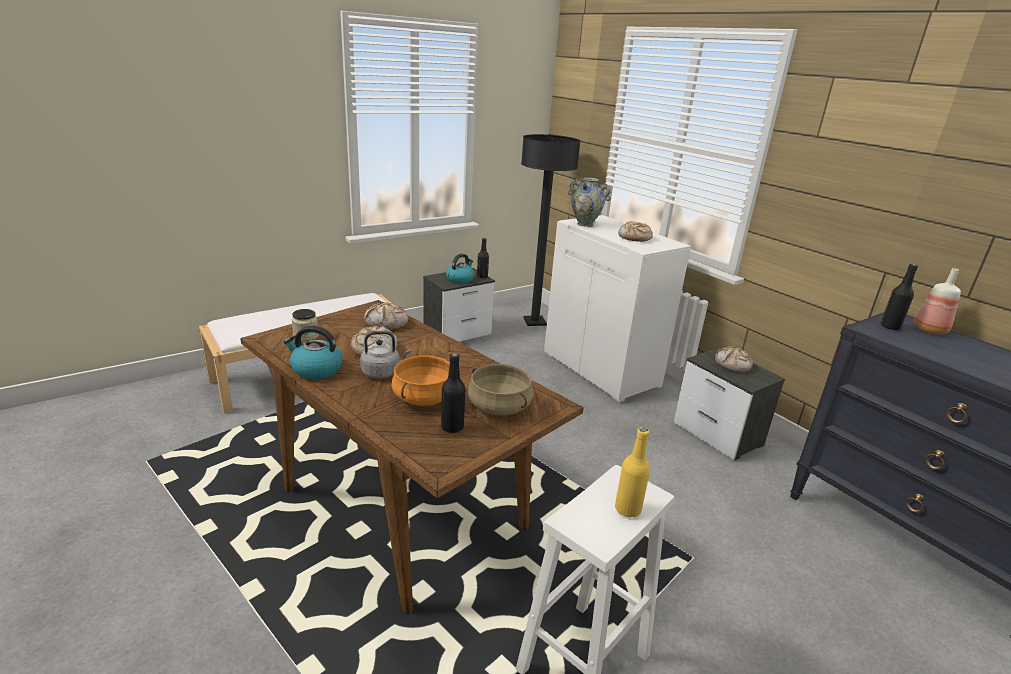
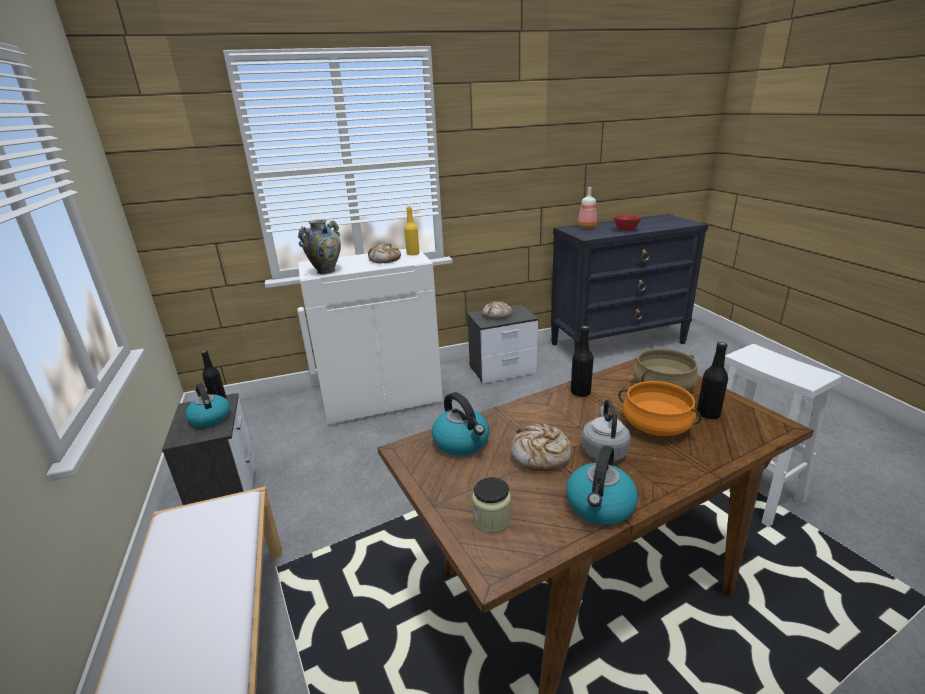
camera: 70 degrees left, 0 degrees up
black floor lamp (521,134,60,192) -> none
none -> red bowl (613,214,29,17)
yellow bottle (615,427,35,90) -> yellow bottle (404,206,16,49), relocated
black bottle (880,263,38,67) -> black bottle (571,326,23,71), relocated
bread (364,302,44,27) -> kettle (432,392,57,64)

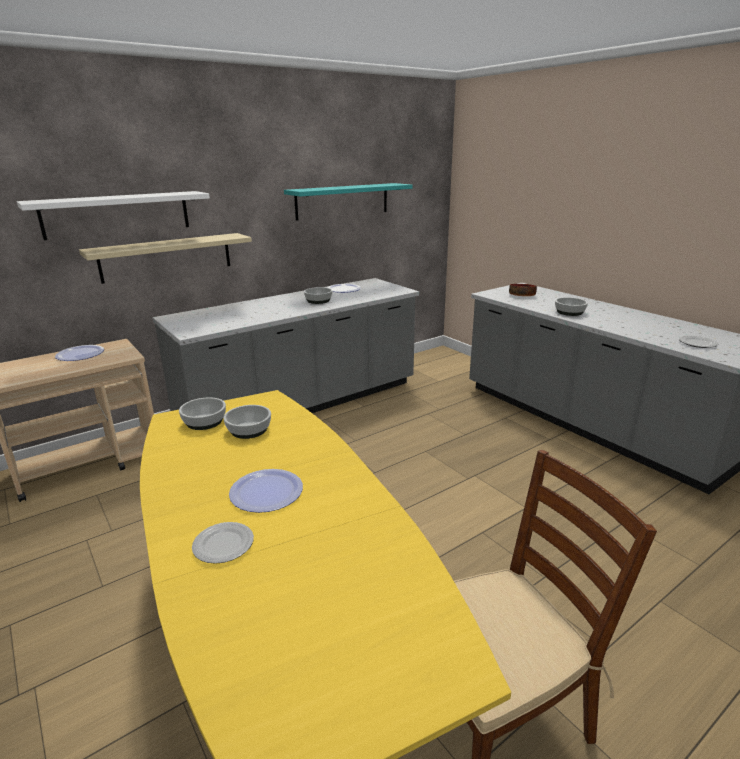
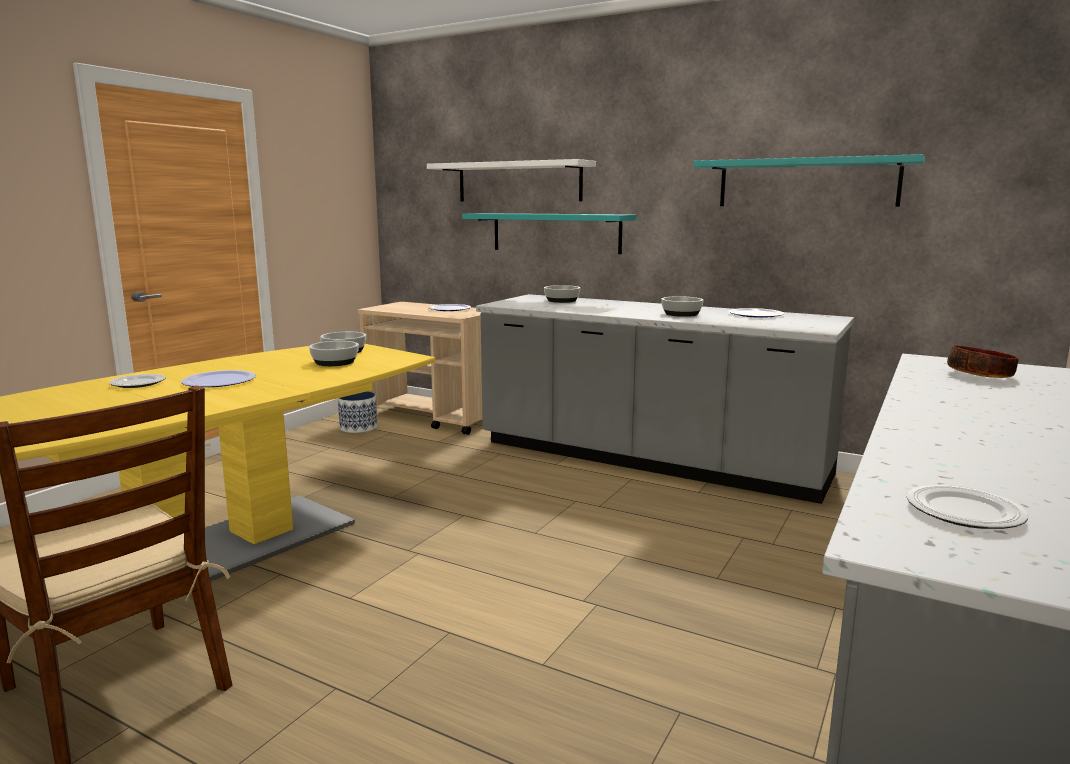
camera: 65 degrees right, 10 degrees down
none -> planter (338,391,39,42)
bowl (555,297,33,19) -> bowl (544,285,36,18), relocated
beige shelf (79,233,173,51) -> turquoise shelf (462,213,174,41)

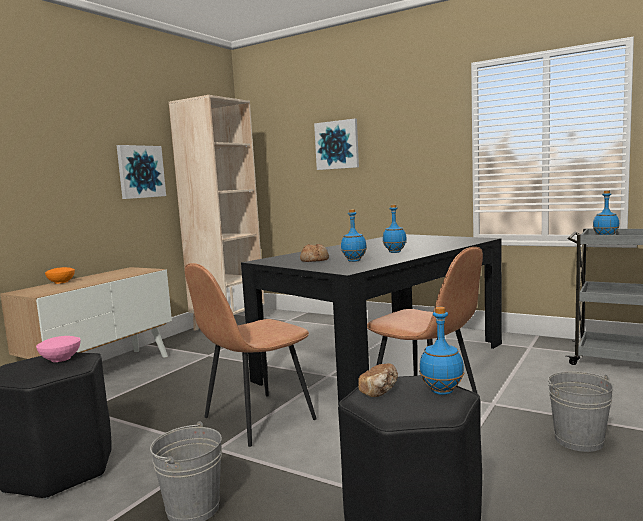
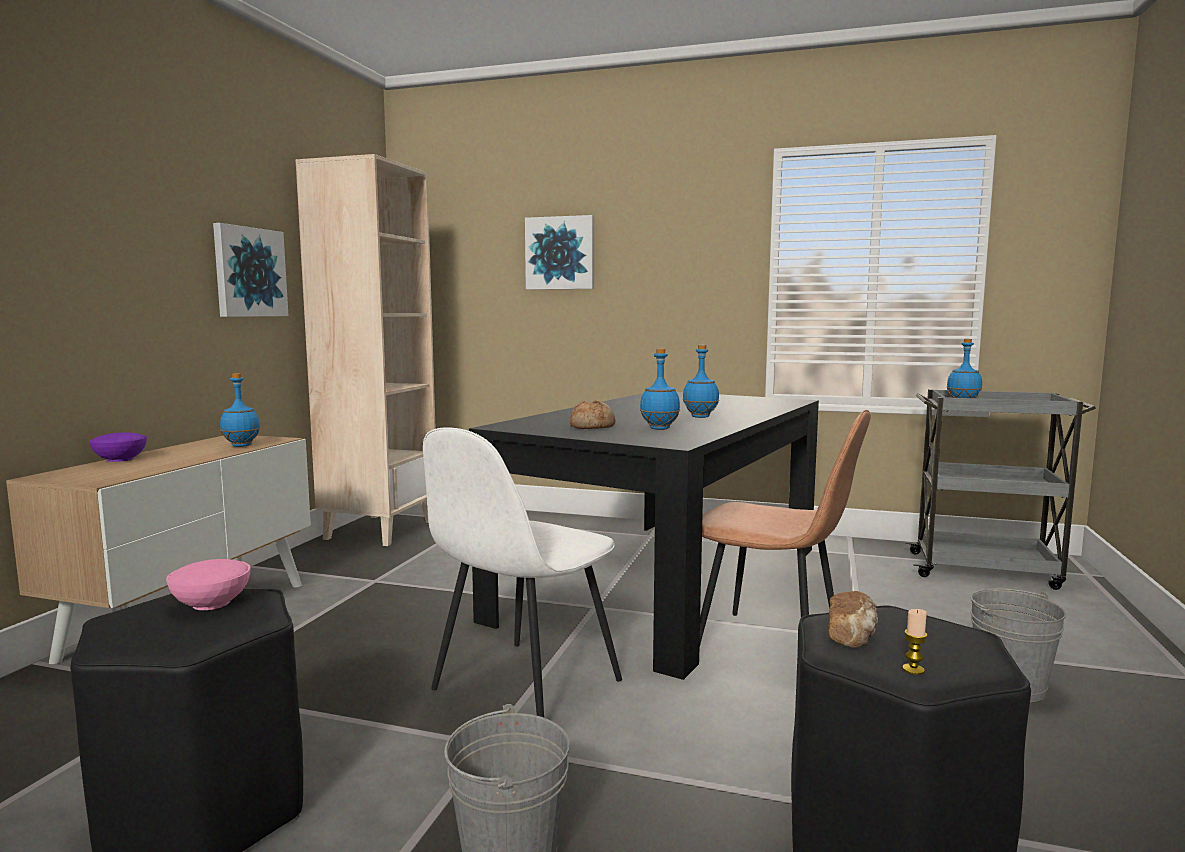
camera: 15 degrees left, 0 degrees up
none -> candle (902,609,26,66)
blue bottle (419,307,45,88) -> blue bottle (220,373,40,74), relocated
orange bowl (45,267,30,17) -> purple bowl (89,432,58,30)
brown chair (185,263,132,184) -> white chair (423,427,199,291)

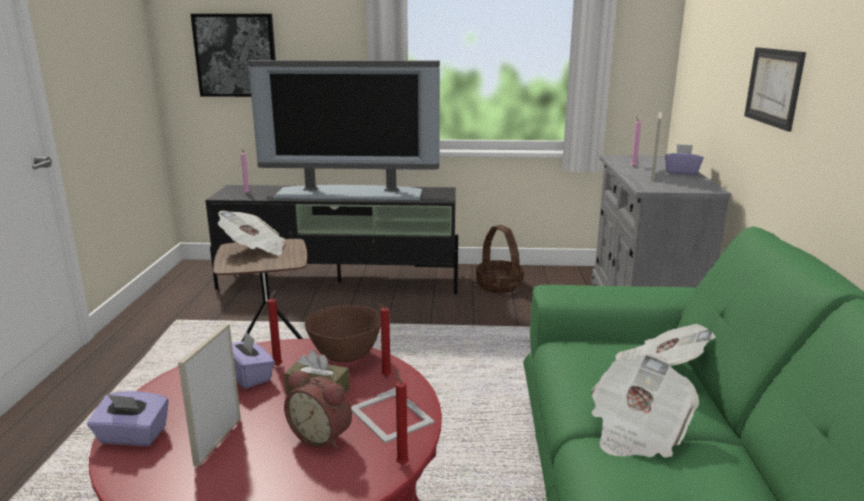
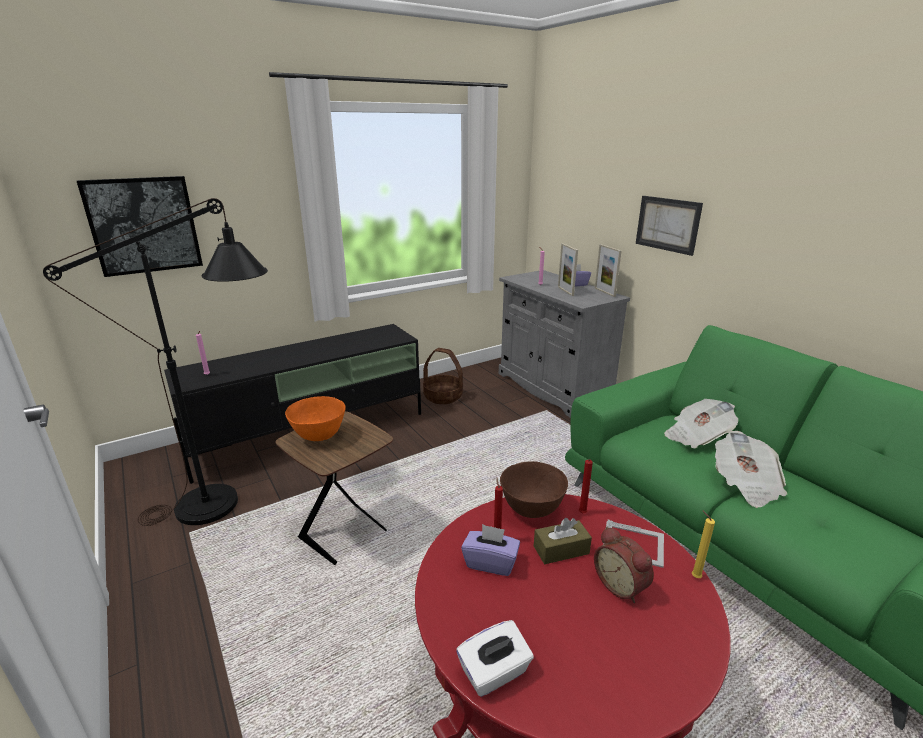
camera: 35 degrees left, 5 degrees up
television (248,60,192,140) -> none
none -> black floor lamp (43,198,225,328)
picture frame (178,323,63,144) -> picture frame (595,244,27,53), relocated
newspaper (218,211,67,44) -> orange bowl (285,396,61,45)
purple tissue box (87,391,82,55) -> white tissue box (456,620,78,77)
red candle (396,369,13,96) -> yellow candle (692,511,23,67)
alarm clock (284,370,68,79) -> alarm clock (594,526,60,77), 60 degrees clockwise

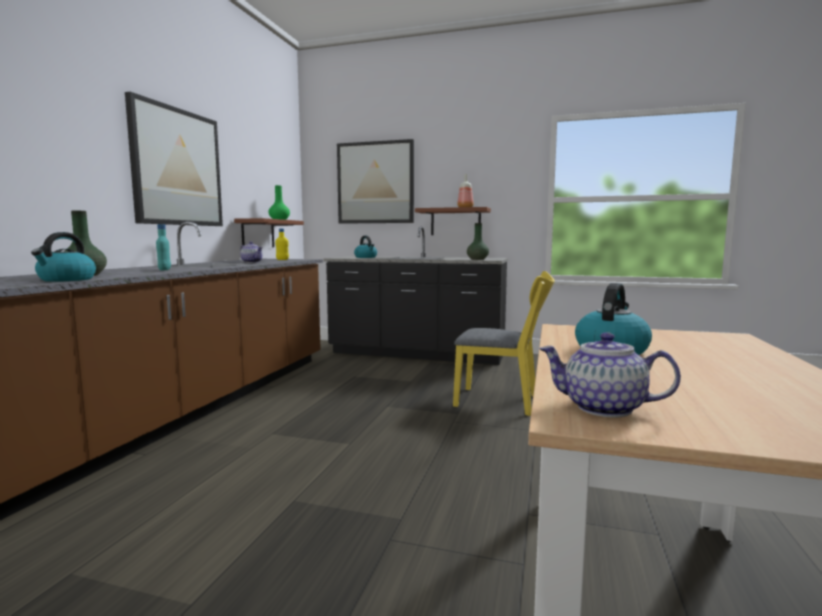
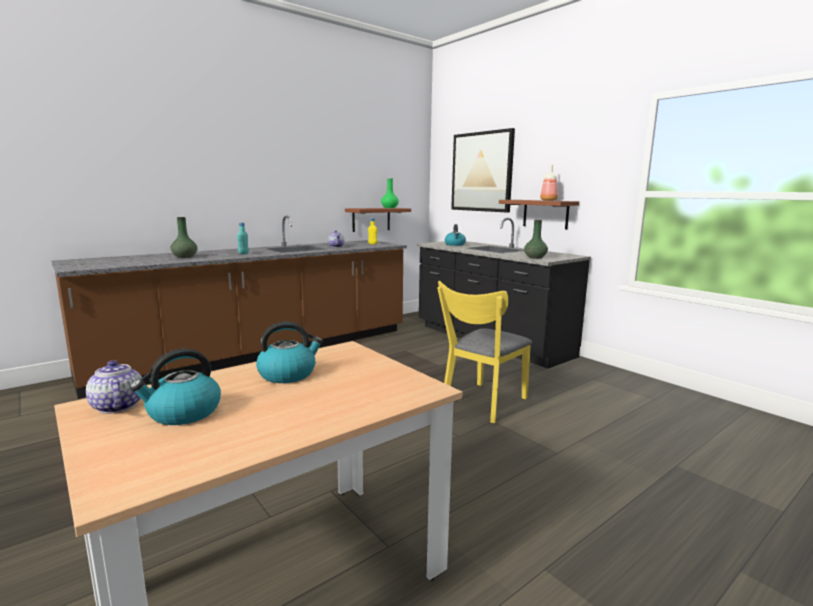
camera: 35 degrees right, 5 degrees up
picture (125,92,98,134) -> none
kettle (31,232,65,50) -> kettle (130,349,91,76), relocated
yellow chair (453,271,102,145) -> yellow chair (437,281,95,142), 75 degrees clockwise

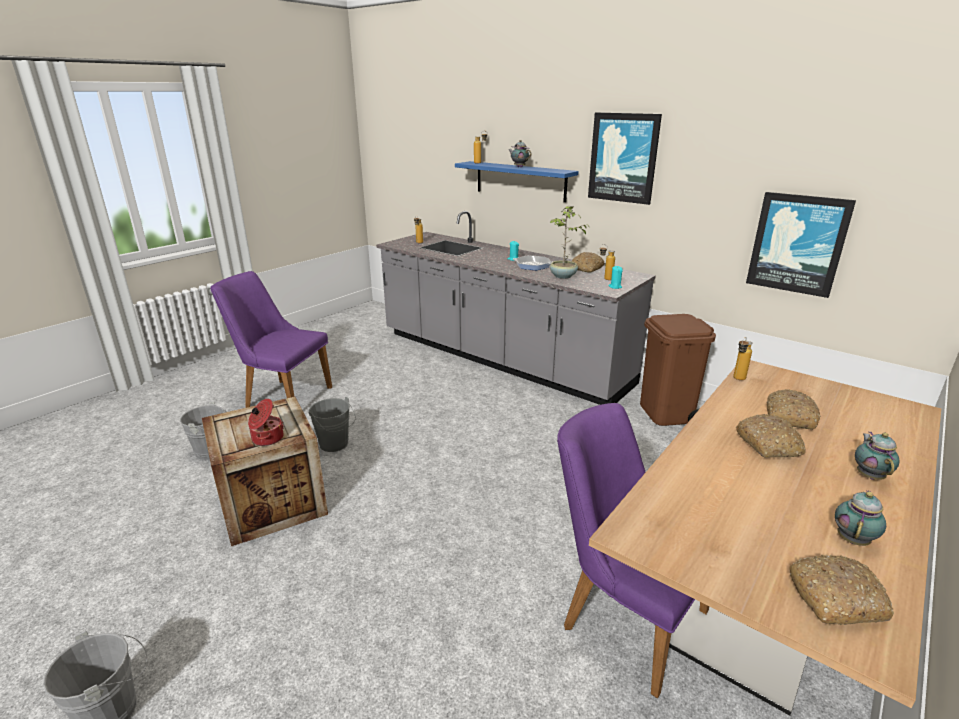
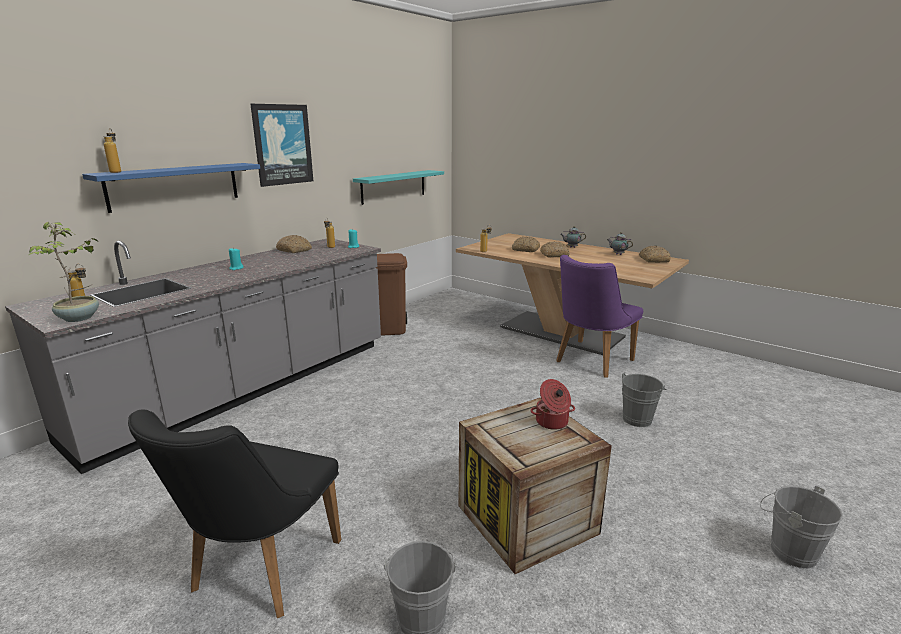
camera: 90 degrees left, 5 degrees down
teapot (509,140,22,28) -> none
frying pan (513,255,38,15) -> none
grey bucket (308,396,48,56) -> grey bucket (622,372,44,55), relocated
potted plant (550,205,40,74) -> potted plant (29,222,70,100), relocated
picture (746,192,110,106) -> turquoise shelf (353,170,91,35)
purple chair (210,271,122,137) -> black chair (128,409,213,209)

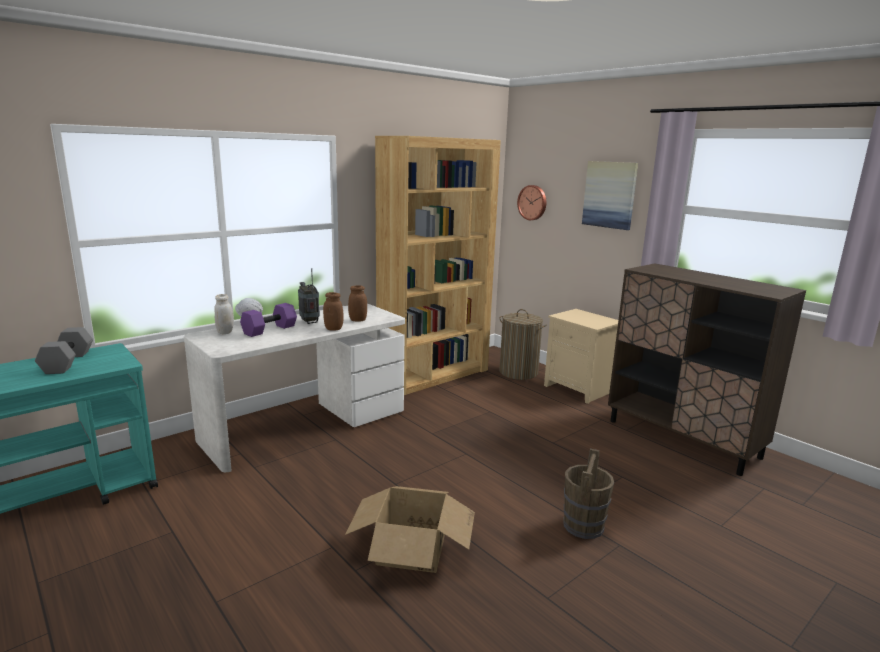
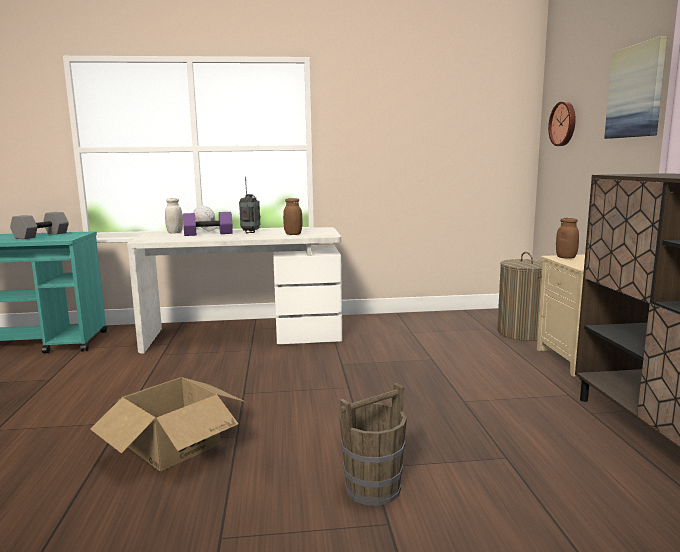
camera: 35 degrees right, 5 degrees down
brown bookcase (375,136,126,259) -> none
brown jar (323,292,20,39) -> brown jar (556,218,23,41), relocated

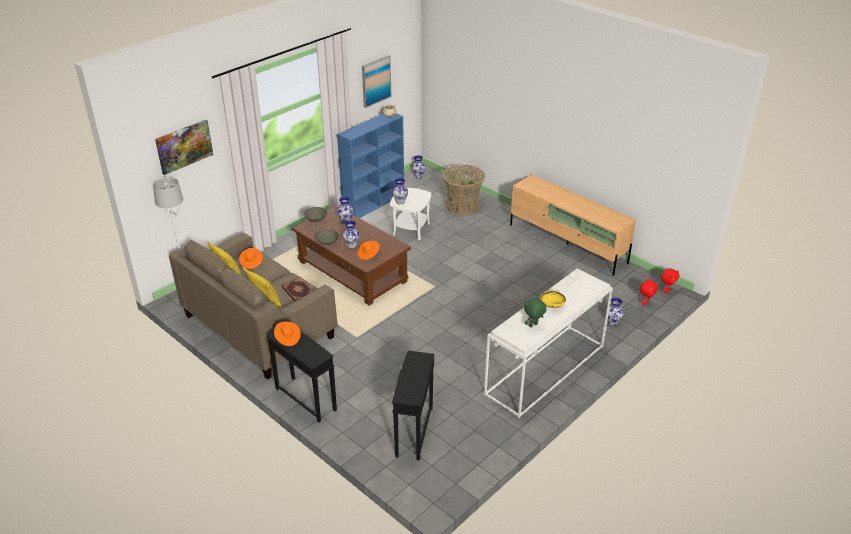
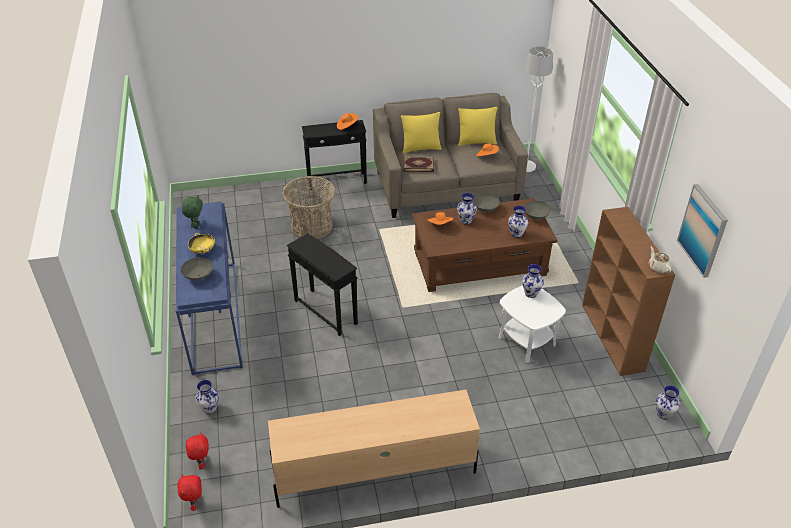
camera: 125 degrees right, 5 degrees up
picture (155,120,58,55) -> none
none -> grey bowl (181,257,32,24)
black side table (392,351,42,110) -> black side table (287,233,71,103), relocated
basket (442,165,43,50) -> basket (282,176,53,63), relocated
blue bookcase (337,113,67,105) -> brown bookcase (582,207,93,169)
white console table (484,268,129,150) -> blue console table (176,202,67,173)

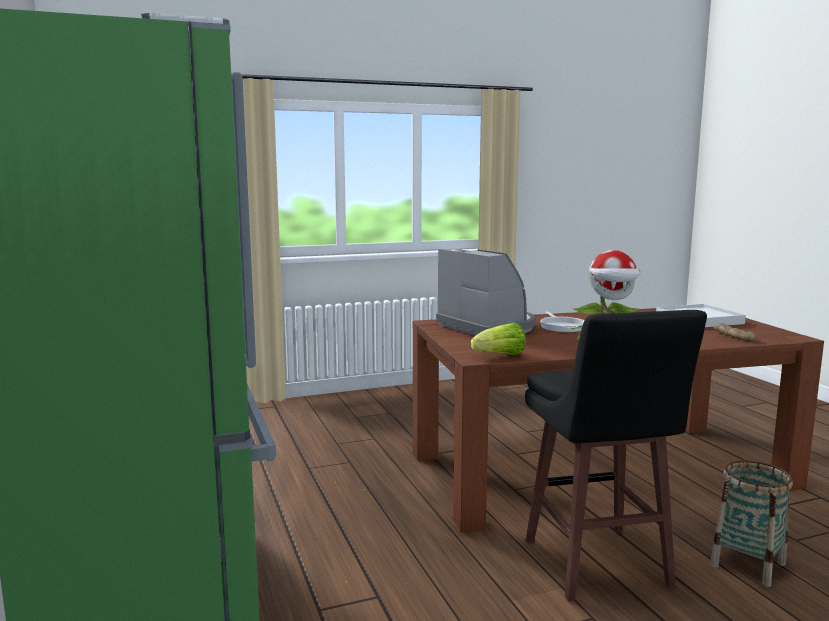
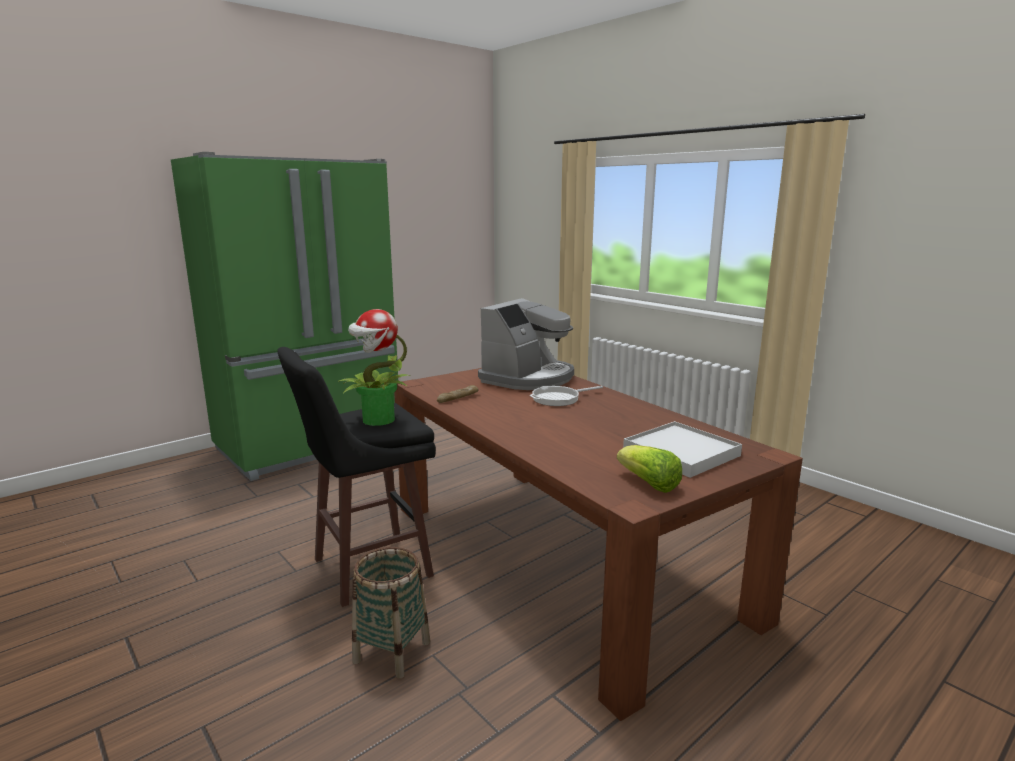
camera: 70 degrees right, 5 degrees up
lettuce (471,323,55,32) -> lettuce (617,445,65,48), relocated
bread (714,323,42,19) -> bread (437,385,41,18), relocated

